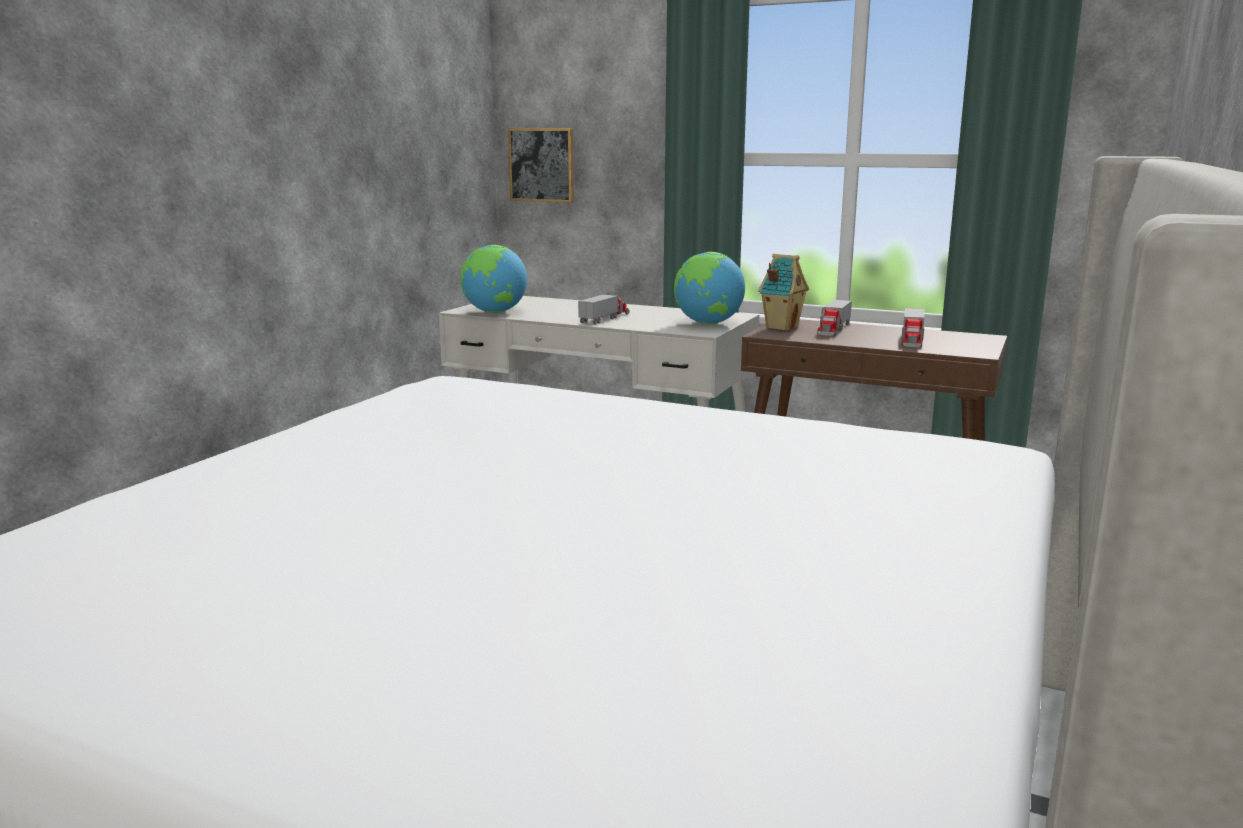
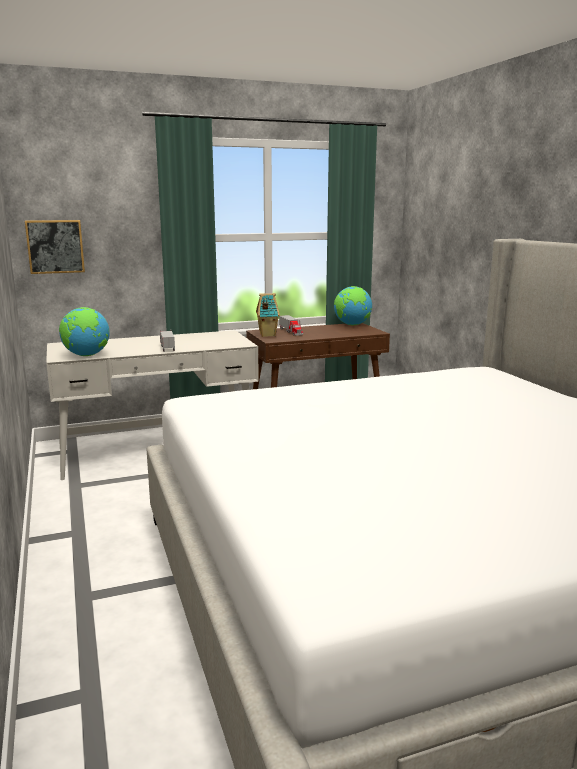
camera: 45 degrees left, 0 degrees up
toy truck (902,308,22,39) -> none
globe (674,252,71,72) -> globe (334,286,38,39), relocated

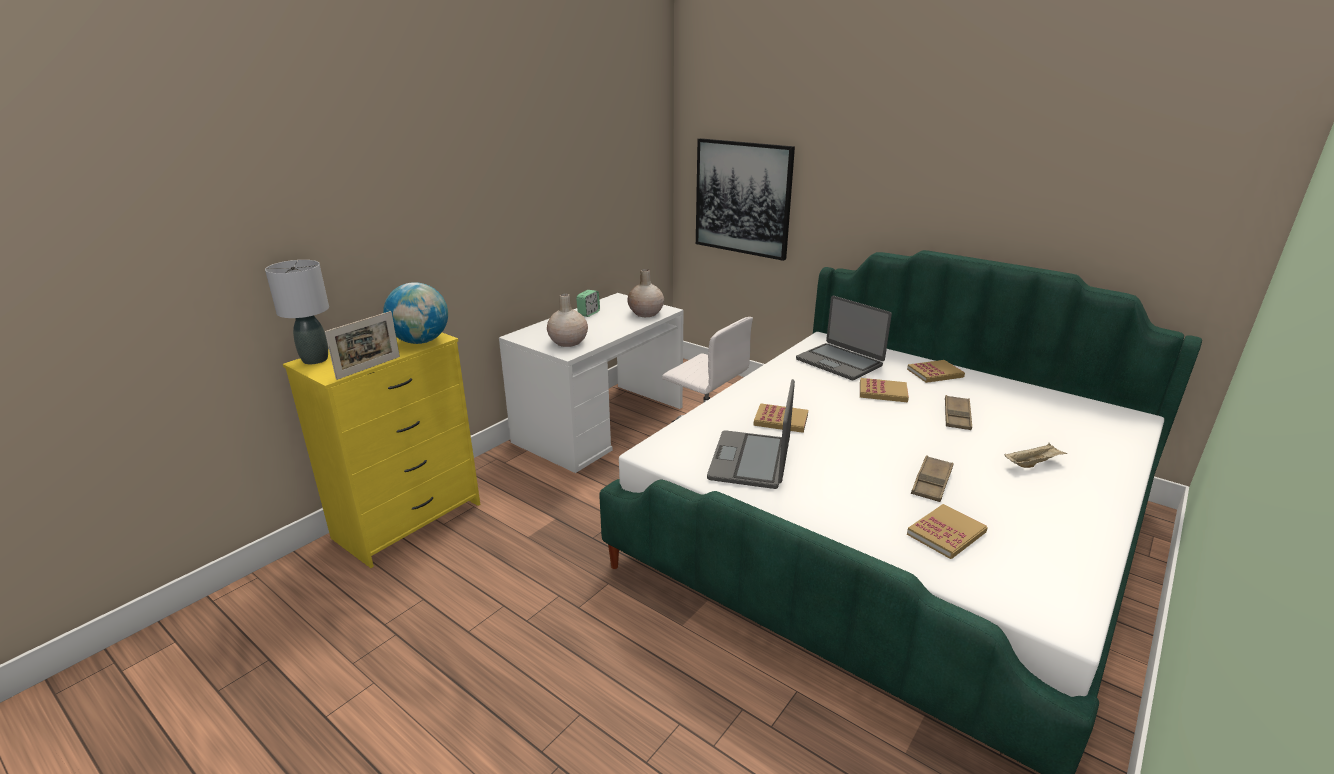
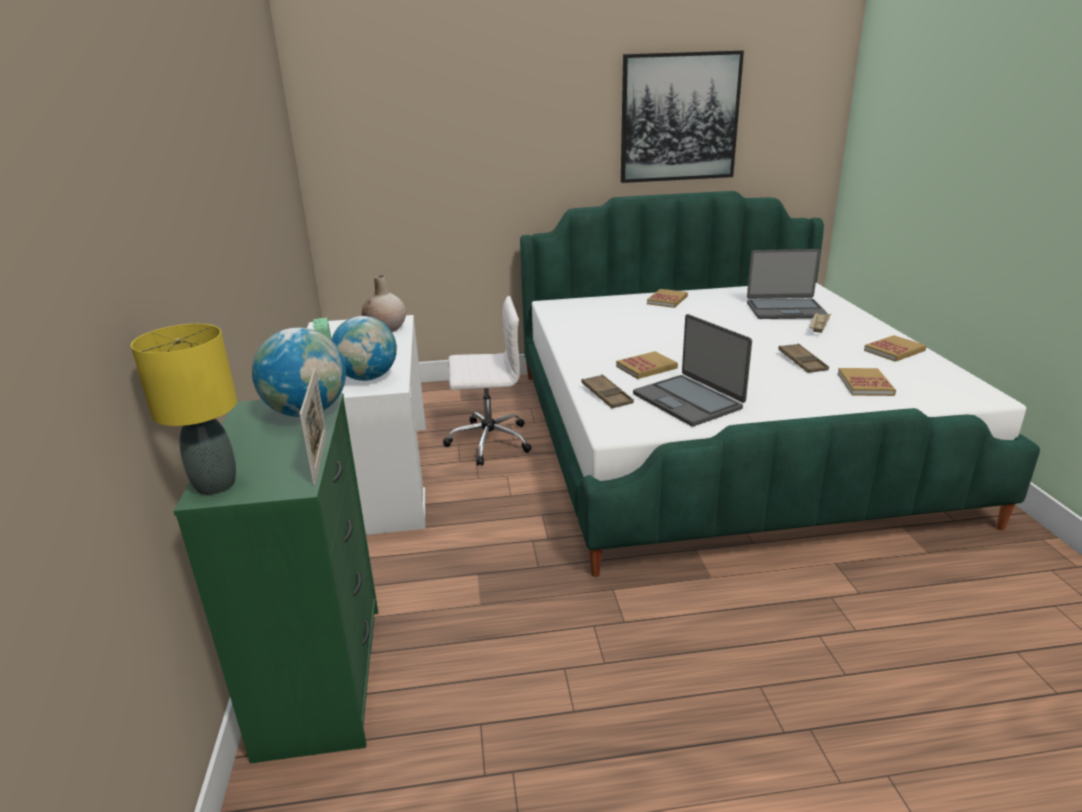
camera: 45 degrees left, 0 degrees up
picture (696,138,99,123) -> picture (621,51,123,132), relocated
laptop (796,296,96,84) -> laptop (747,249,81,70), relocated
book (860,378,49,24) -> book (864,335,63,27), relocated
brown tray (945,395,27,35) -> brown tray (581,374,53,35), relocated
beige vase (547,294,41,53) -> globe (331,316,66,65)
grey table lamp (265,260,64,104) -> yellow table lamp (131,324,106,171)
yellow dresser (283,333,197,235) -> green dresser (174,393,204,370)

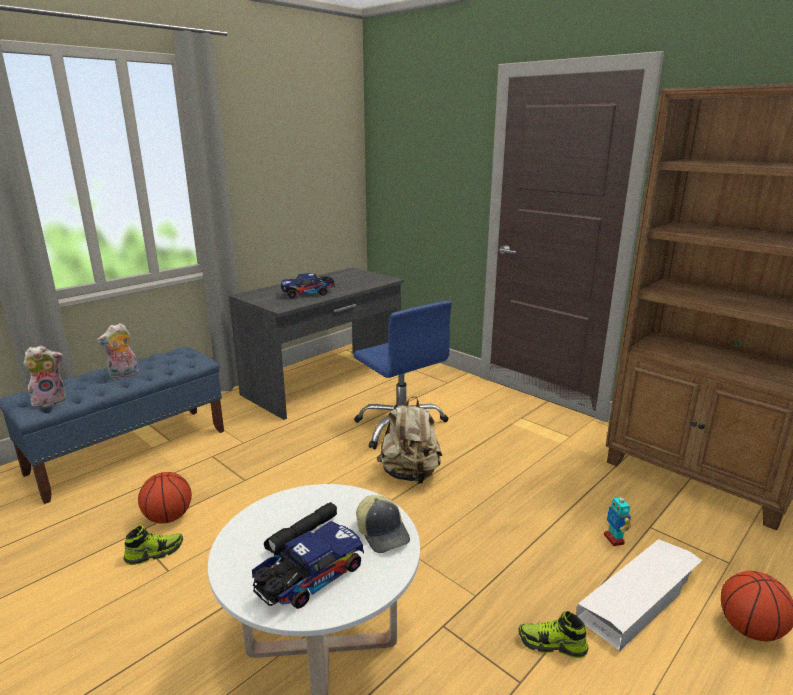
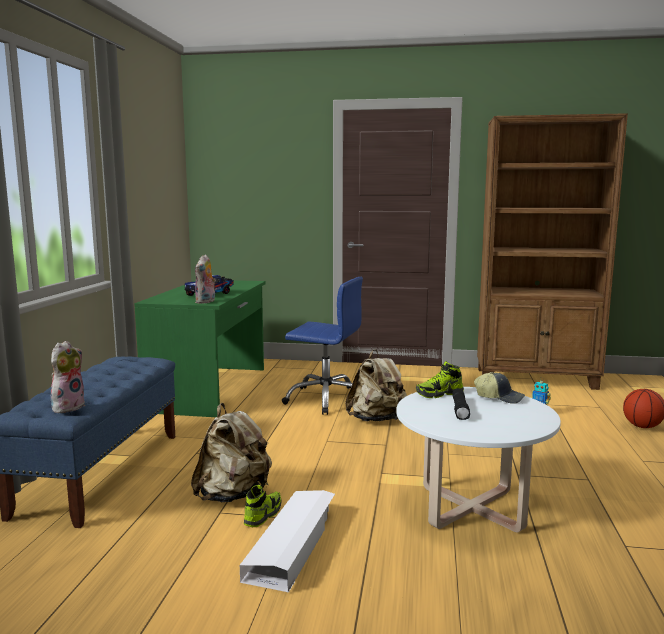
camera: 35 degrees left, 10 degrees down
toy truck (252,521,112,88) -> none
plush toy (97,323,42,56) -> plush toy (195,254,21,50), relocated
shoe (519,611,69,47) -> shoe (416,361,48,37), relocated
white storage box (576,539,126,112) -> white storage box (240,490,95,102), relocated
basketball (138,472,54,52) -> beige backpack (191,403,81,99)
grey desk (229,267,175,153) -> green desk (134,280,132,137)

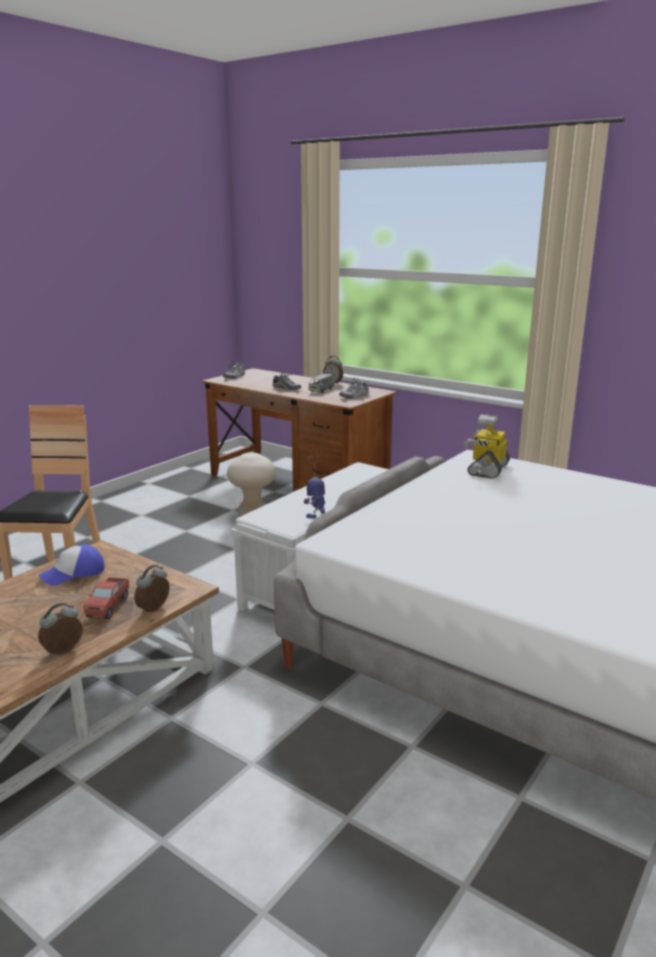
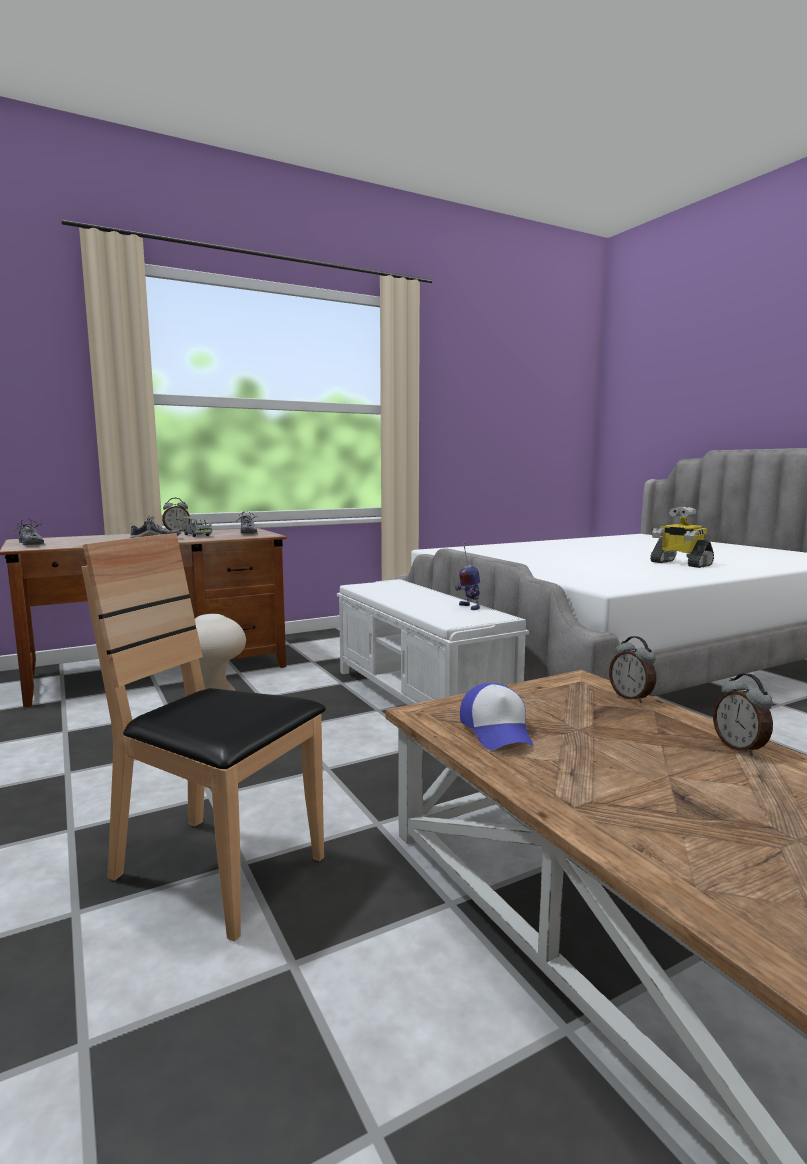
camera: 65 degrees left, 10 degrees down
toy truck (83,577,46,42) -> none
toy robot (464,414,46,65) -> toy robot (650,507,64,61), relocated

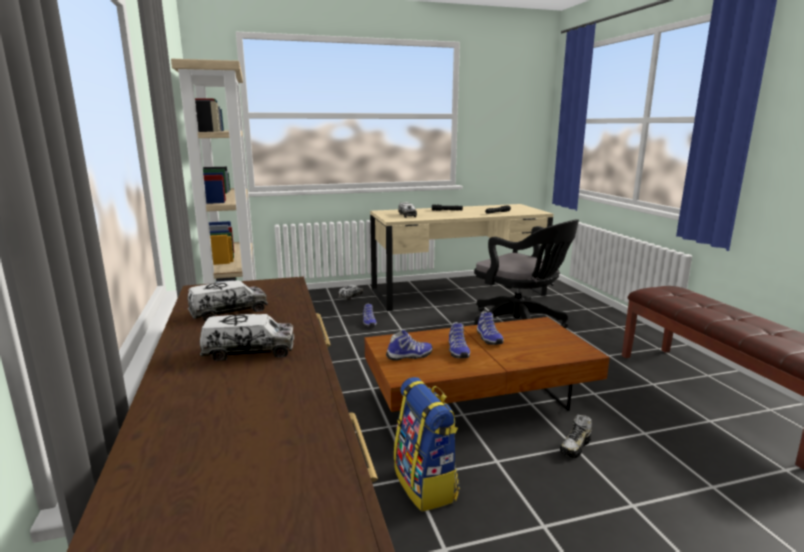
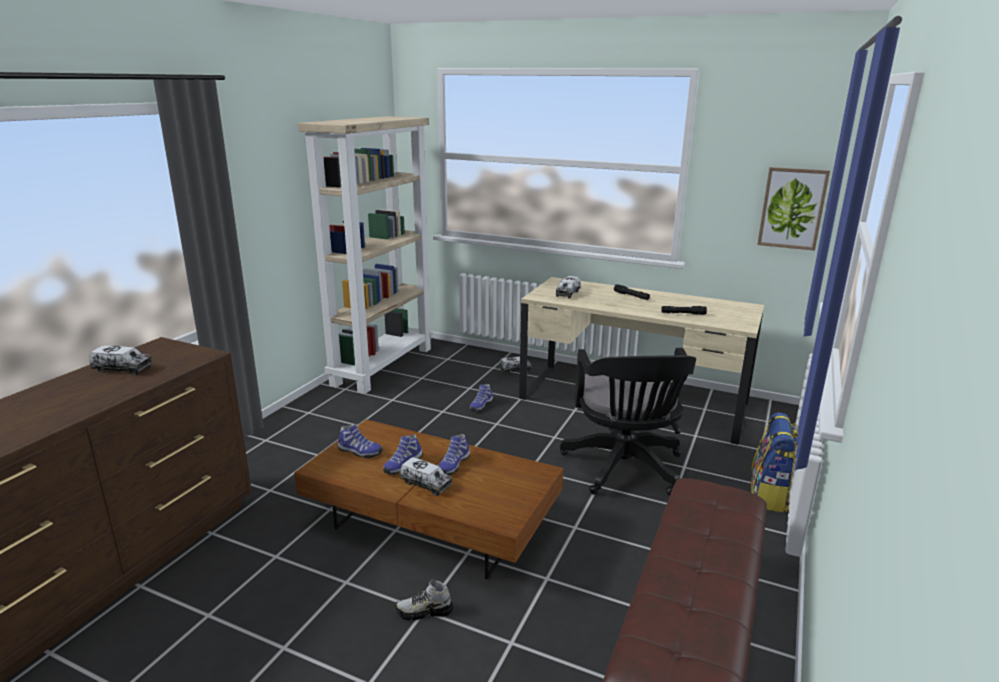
camera: 40 degrees right, 5 degrees up
none -> picture (757,167,73,84)
toy truck (200,314,94,47) -> toy truck (400,457,52,39), relocated
backpack (394,377,66,135) -> backpack (751,412,47,101), relocated

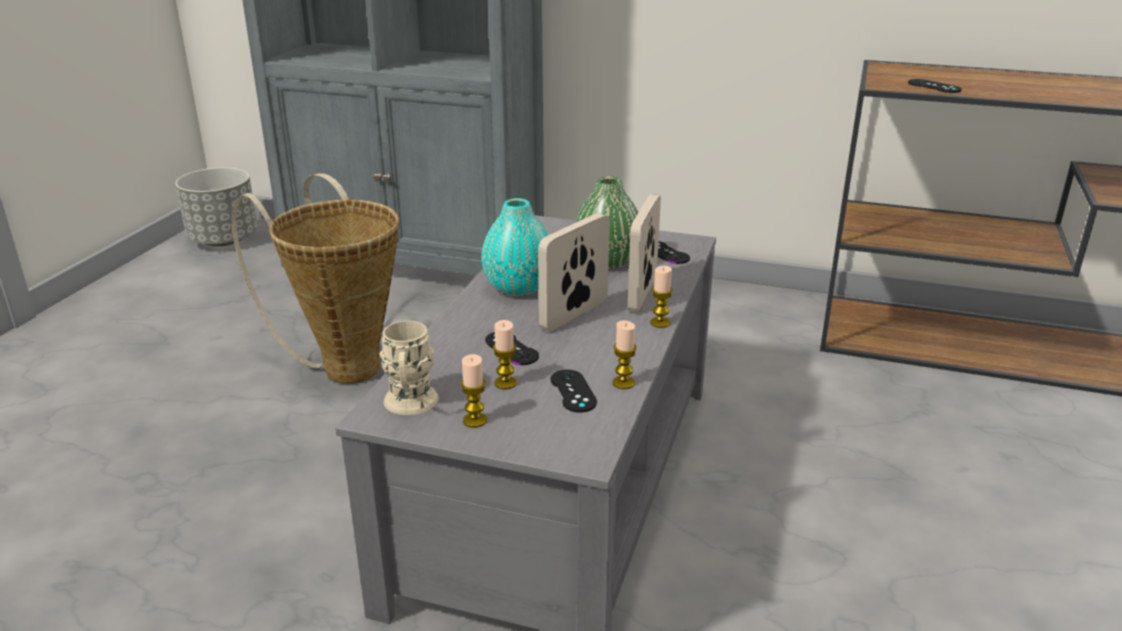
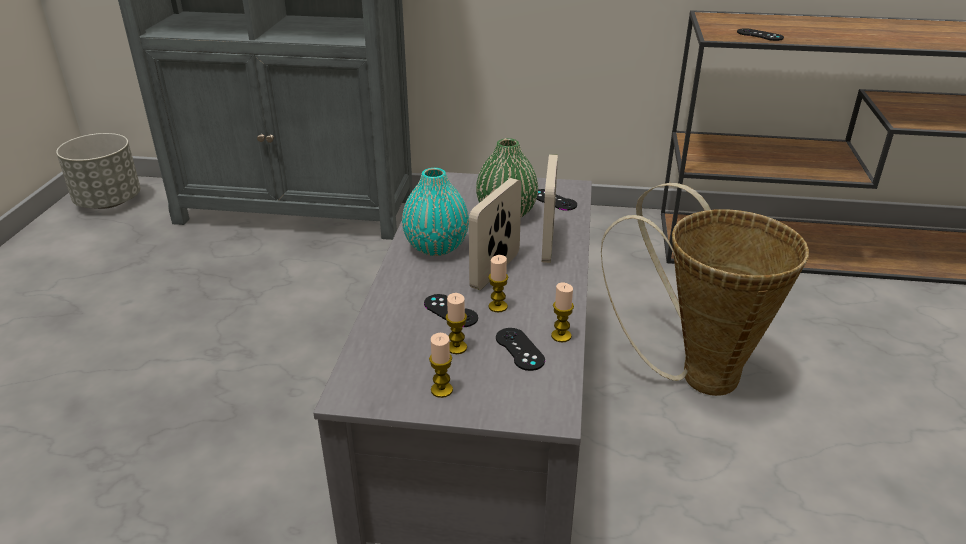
camera: 10 degrees left, 5 degrees up
beige mug (379,321,60,94) -> none
basket (232,173,167,211) -> basket (601,183,208,213), relocated
candle (650,266,23,62) -> candle (488,255,20,57), relocated

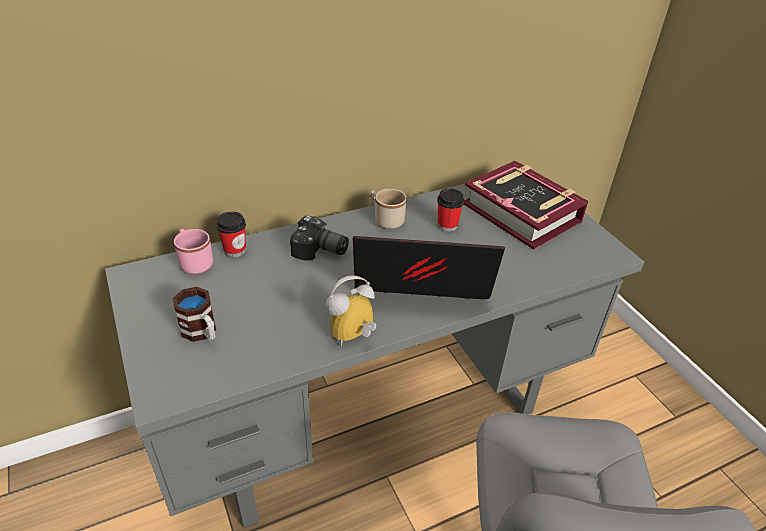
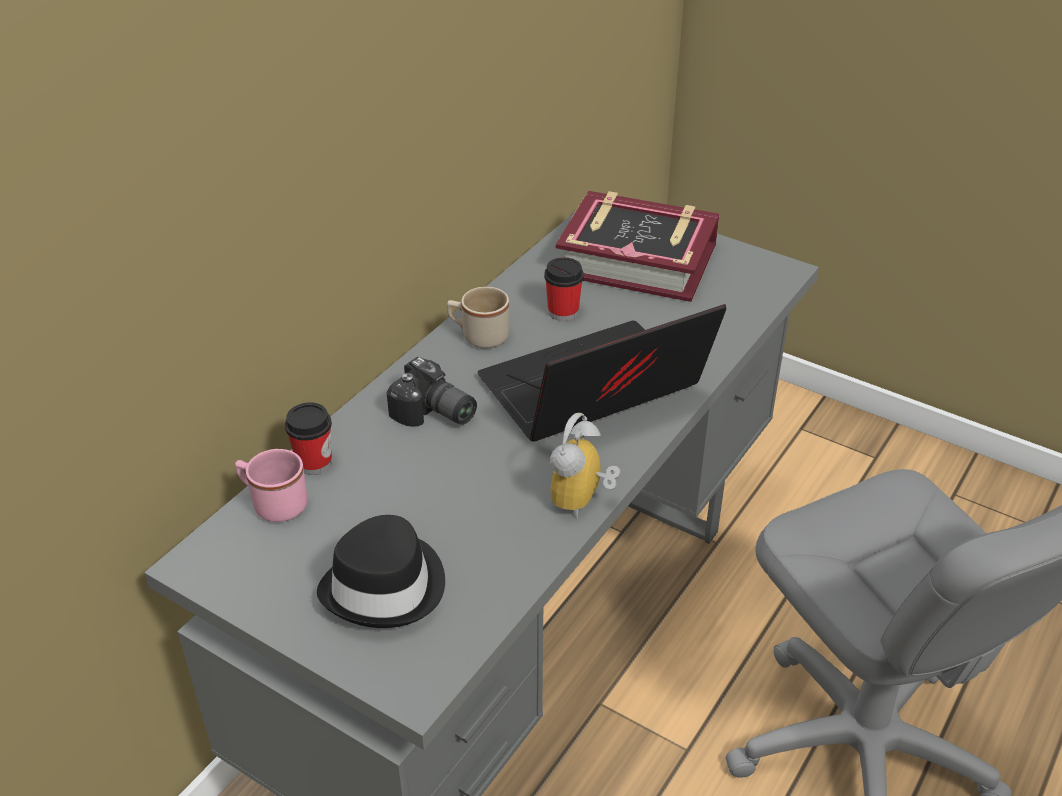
camera: 30 degrees left, 0 degrees up
mug (173,287,43,55) -> black hat (317,515,128,113)
photo camera (290,215,59,46) -> photo camera (387,357,90,70), 45 degrees clockwise

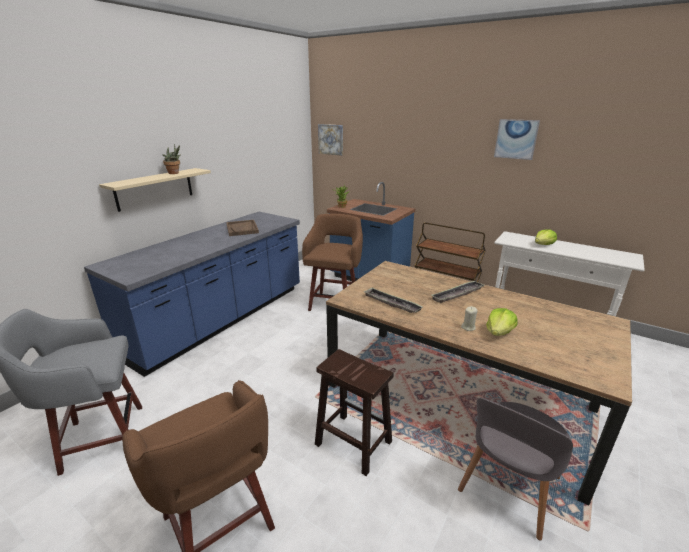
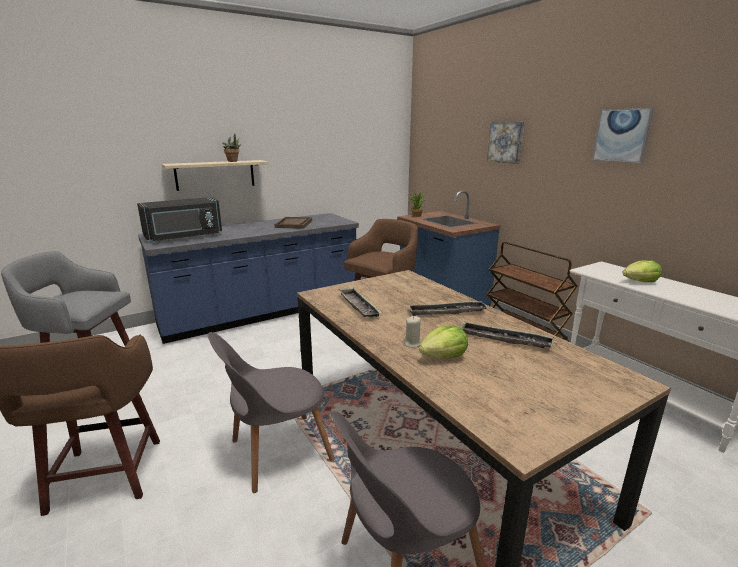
camera: 25 degrees right, 5 degrees down
none -> black microwave (137,197,85,45)
none -> tray (460,321,94,27)
picture (318,124,25,32) -> picture (487,121,37,43), relocated
brown stool (315,349,79,127) -> grey chair (208,332,127,161)

